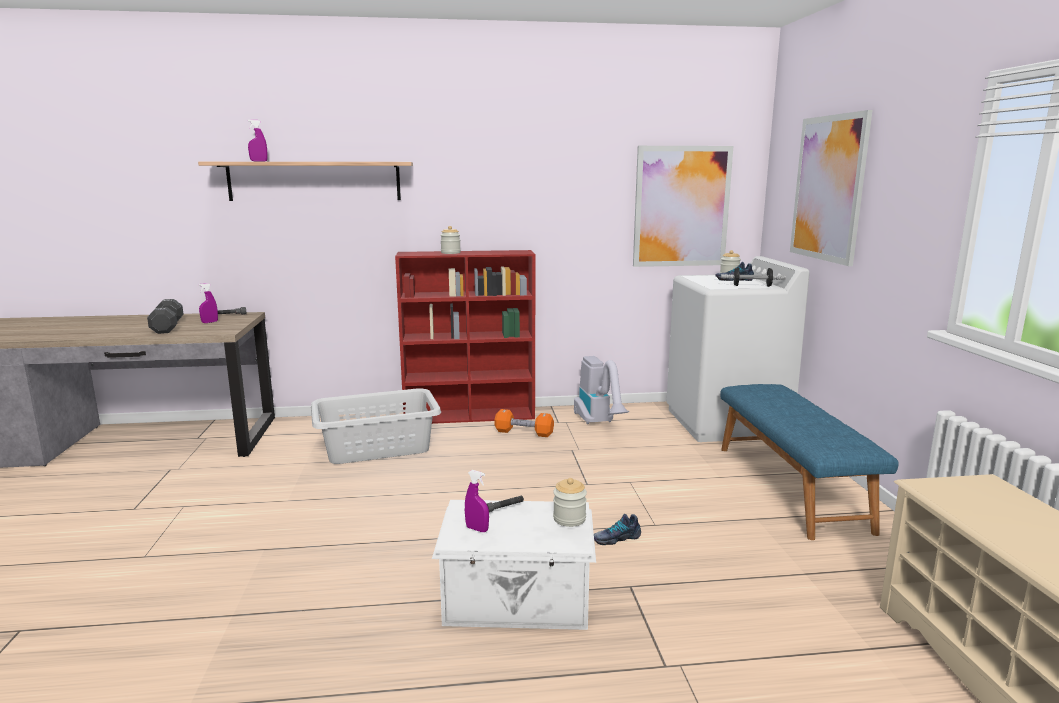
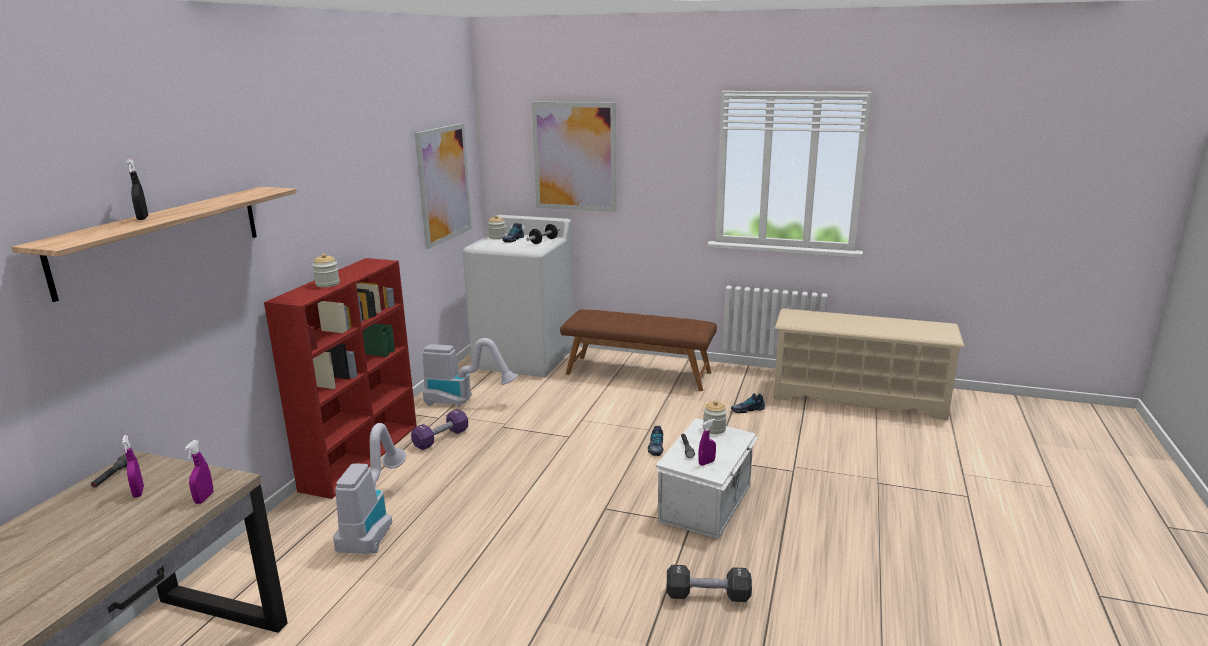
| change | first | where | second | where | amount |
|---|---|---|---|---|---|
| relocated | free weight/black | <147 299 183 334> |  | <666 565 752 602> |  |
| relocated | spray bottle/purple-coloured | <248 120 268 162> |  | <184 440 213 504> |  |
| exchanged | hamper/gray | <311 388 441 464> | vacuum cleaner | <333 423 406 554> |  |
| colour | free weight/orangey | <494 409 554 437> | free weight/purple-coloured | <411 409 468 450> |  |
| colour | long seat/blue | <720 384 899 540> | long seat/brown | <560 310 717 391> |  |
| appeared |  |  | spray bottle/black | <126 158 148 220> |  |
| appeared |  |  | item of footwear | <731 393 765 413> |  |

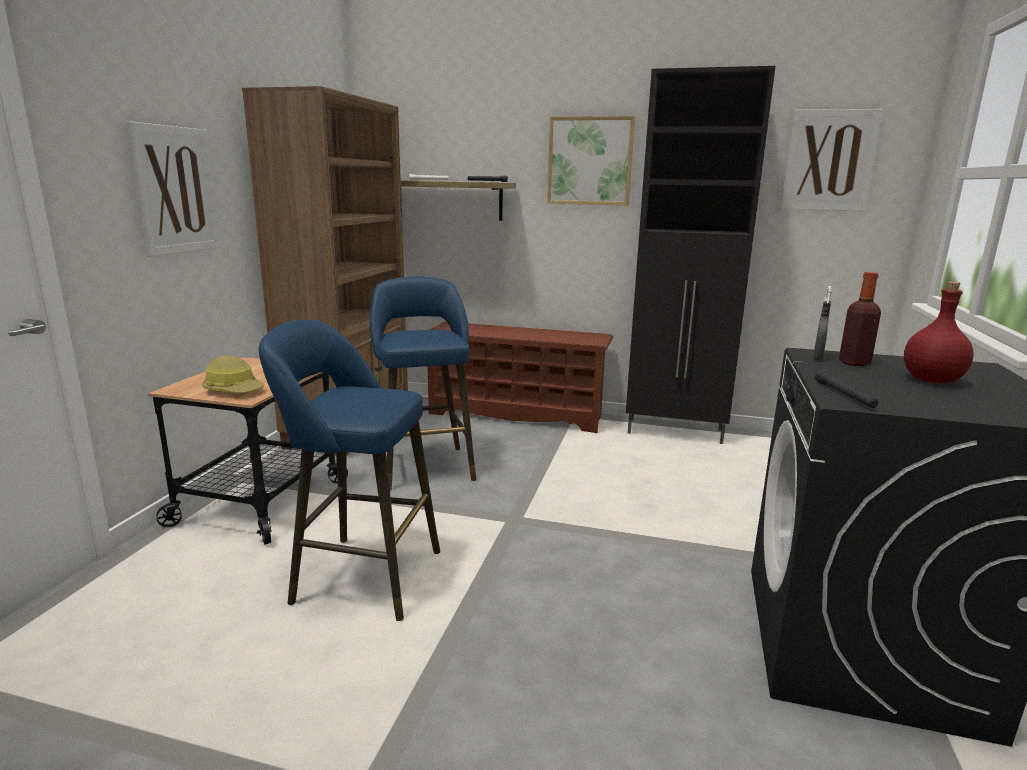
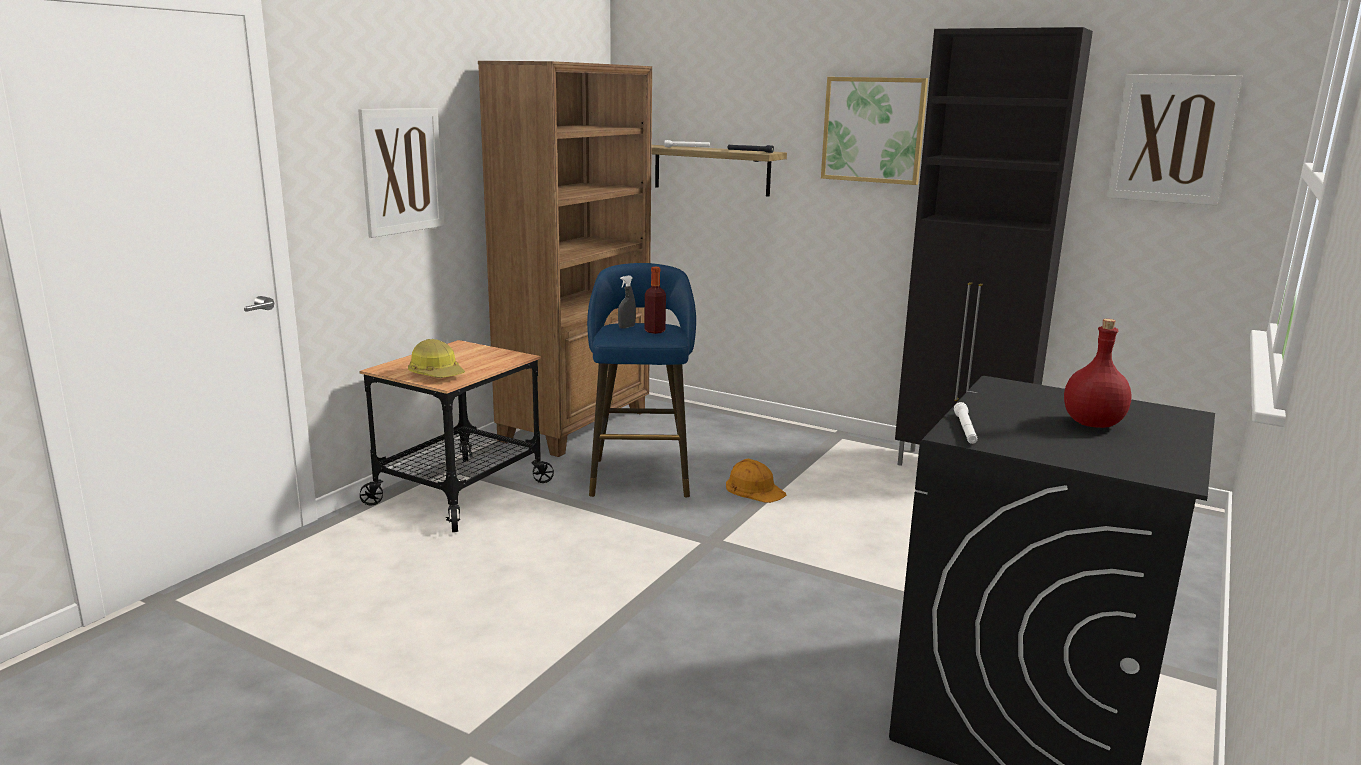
| change | first | where | second | where | amount |
|---|---|---|---|---|---|
| missing | sitting stool/blue | <259 319 440 621> |  |  |  |
| missing | shoe stand/brown | <428 322 613 433> |  |  |  |
| relocated | spray bottle/gray | <813 286 832 360> |  | <618 276 636 329> |  |
| colour | hand torch/black | <815 370 878 408> | hand torch/white-coloured | <954 402 978 444> |  |
| relocated | beverage bottle | <839 272 881 366> |  | <645 267 666 334> |  |
| appeared |  |  | work helmet/orangey | <726 459 786 503> |  |

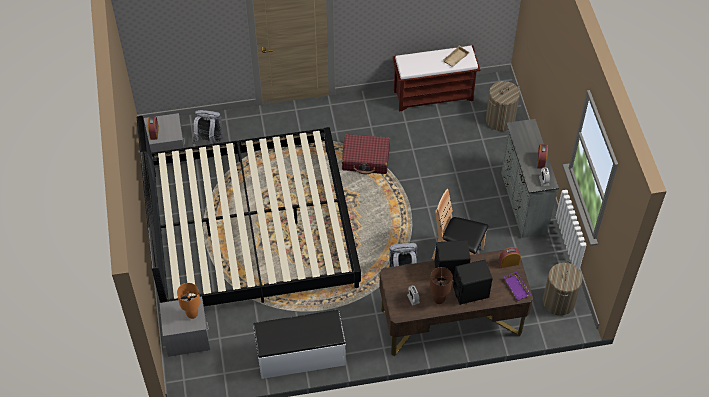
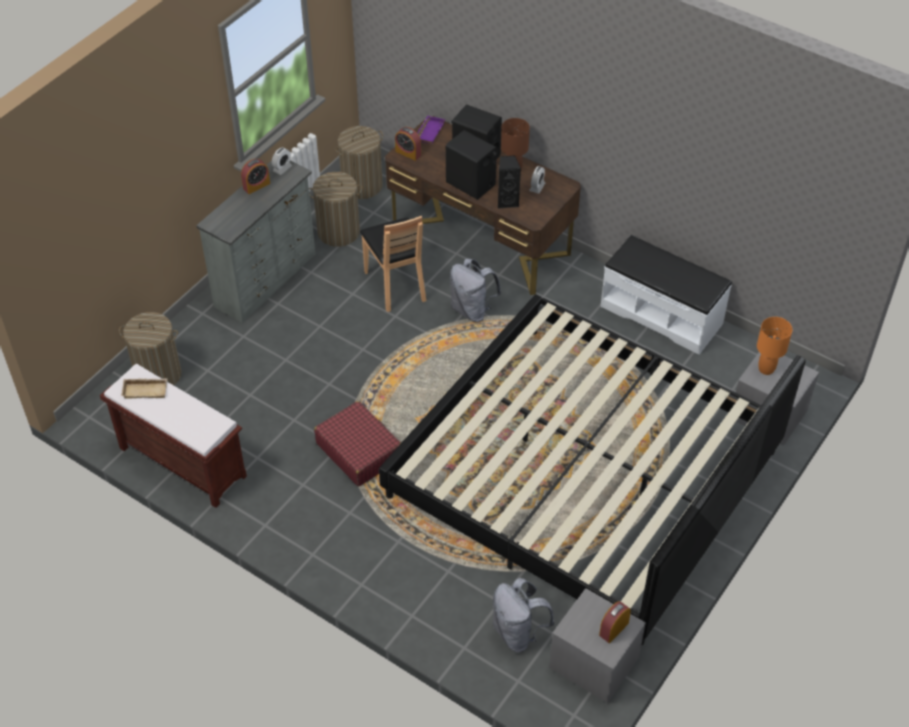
| change | first | where | second | where | amount |
|---|---|---|---|---|---|
| appeared |  |  | hamper | <309 172 362 247> |  |
| appeared |  |  | audio speaker/black | <498 155 521 209> |  |

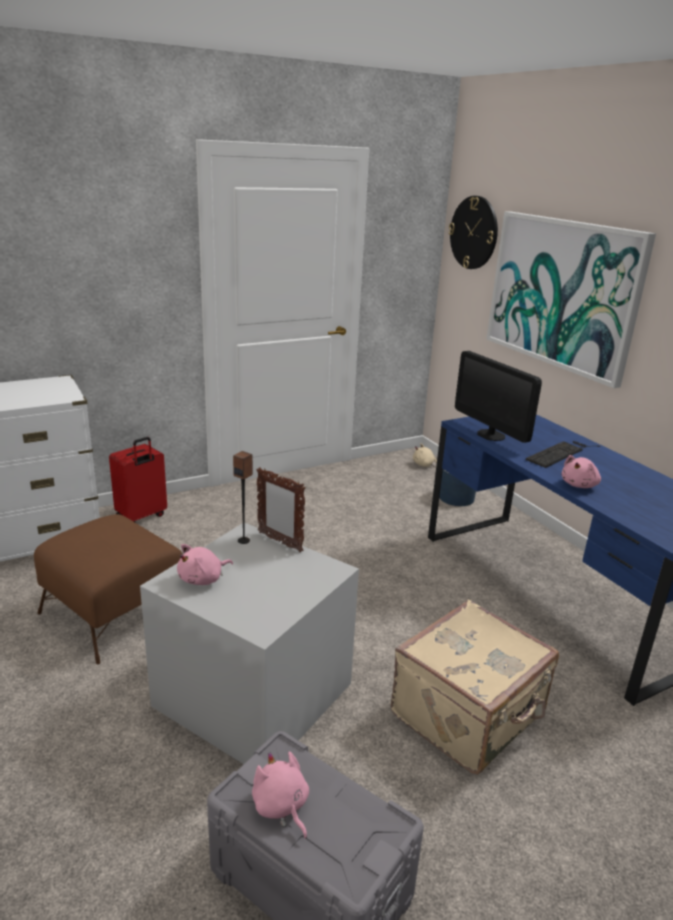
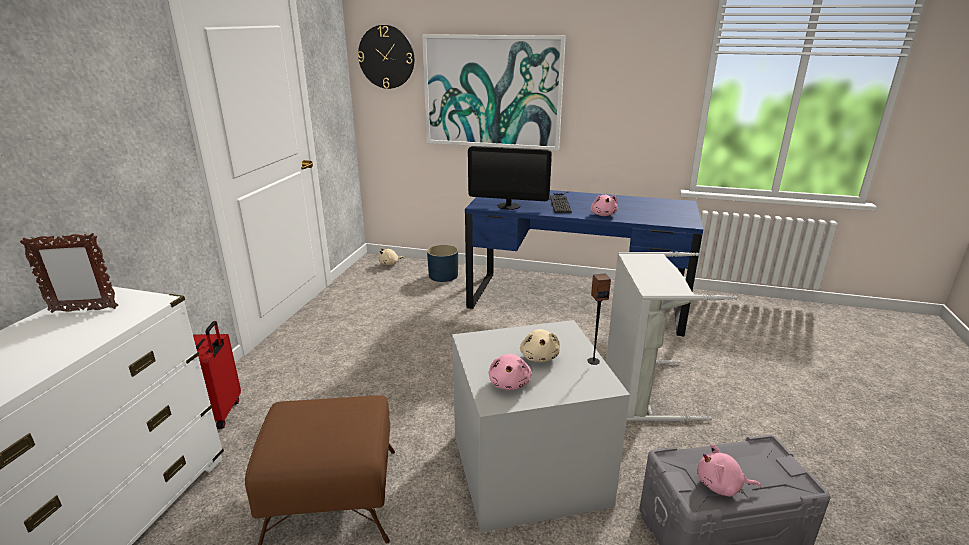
| change | first | where | second | where | amount |
|---|---|---|---|---|---|
| relocated | audio speaker | <233 451 253 544> |  | <587 273 611 365> |  |
| relocated | picture frame | <256 467 306 552> |  | <20 233 118 313> |  |
| exchanged | suitcase/beige | <391 599 559 774> | hamper/gray | <606 252 738 421> |  |
| appeared |  |  | soft toy/beige | <520 329 560 363> |  |

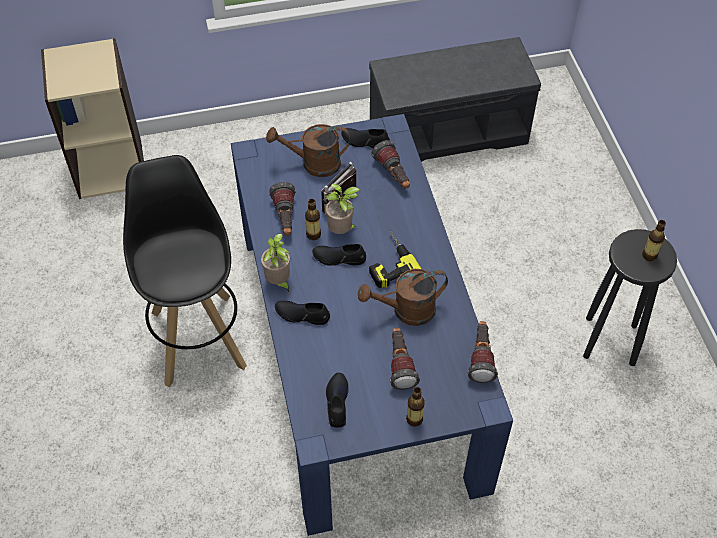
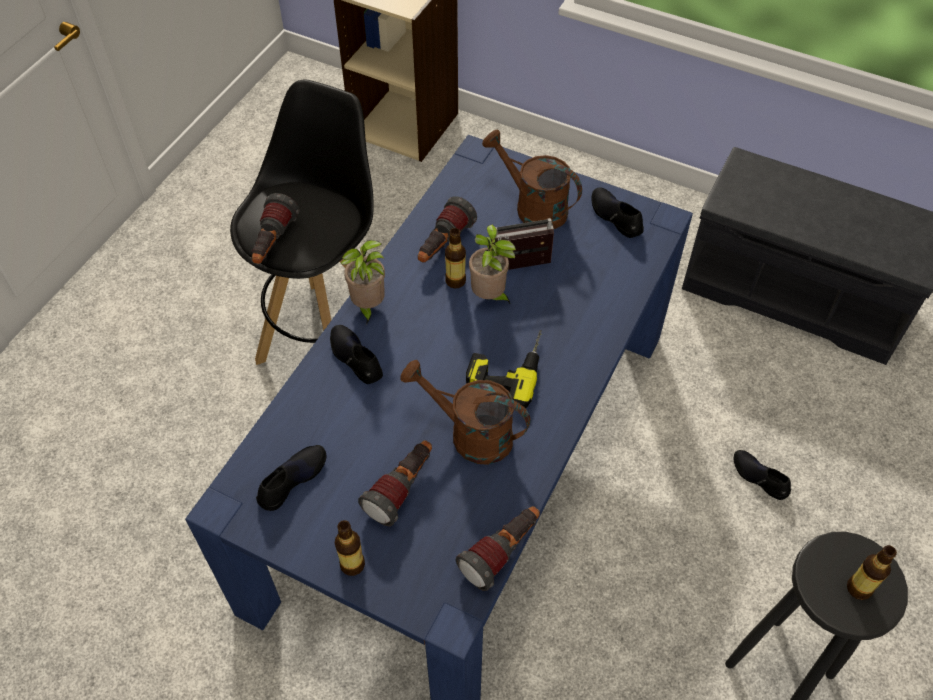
| change | first | where | second | where | amount |
|---|---|---|---|---|---|
| relocated | item of footwear/black | <312 244 366 266> |  | <734 450 791 500> |  |
| relocated | hand torch | <371 140 410 189> |  | <252 193 299 264> |  |

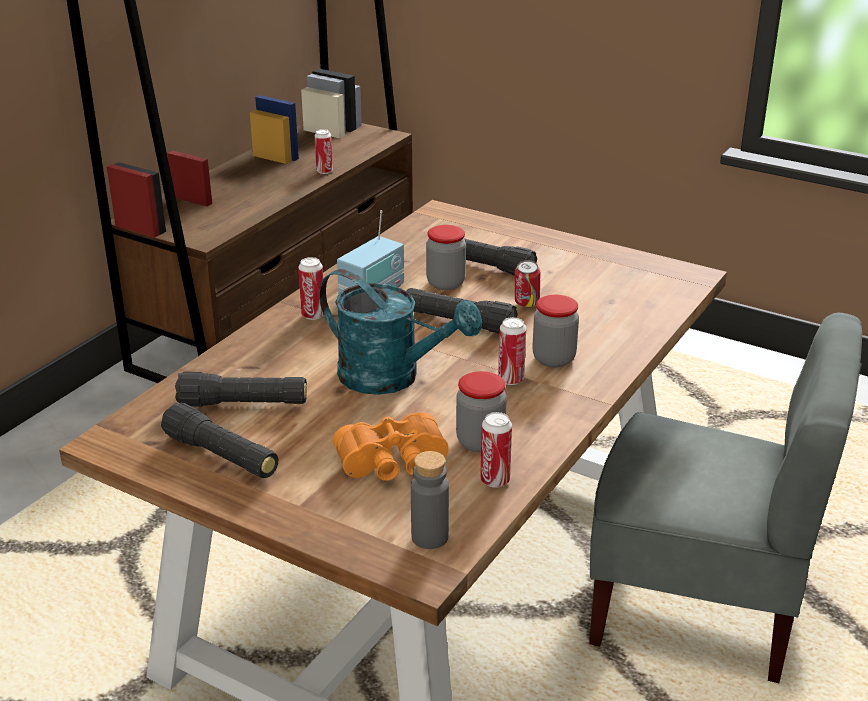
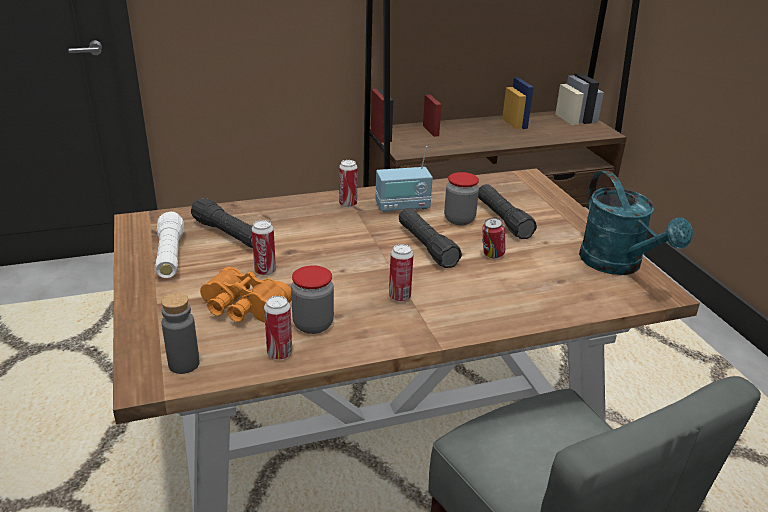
| change | first | where | second | where | amount |
|---|---|---|---|---|---|
| colour | hand torch/black | <161 403 278 478> | hand torch/white-coloured | <155 212 184 278> |  |
| relocated | can | <314 129 333 174> |  | <251 220 276 276> |  |
| relocated | watering can/turquoise-coloured | <319 269 482 395> |  | <579 171 693 275> |  |
| missing | storage jar | <532 295 579 367> |  |  |  |

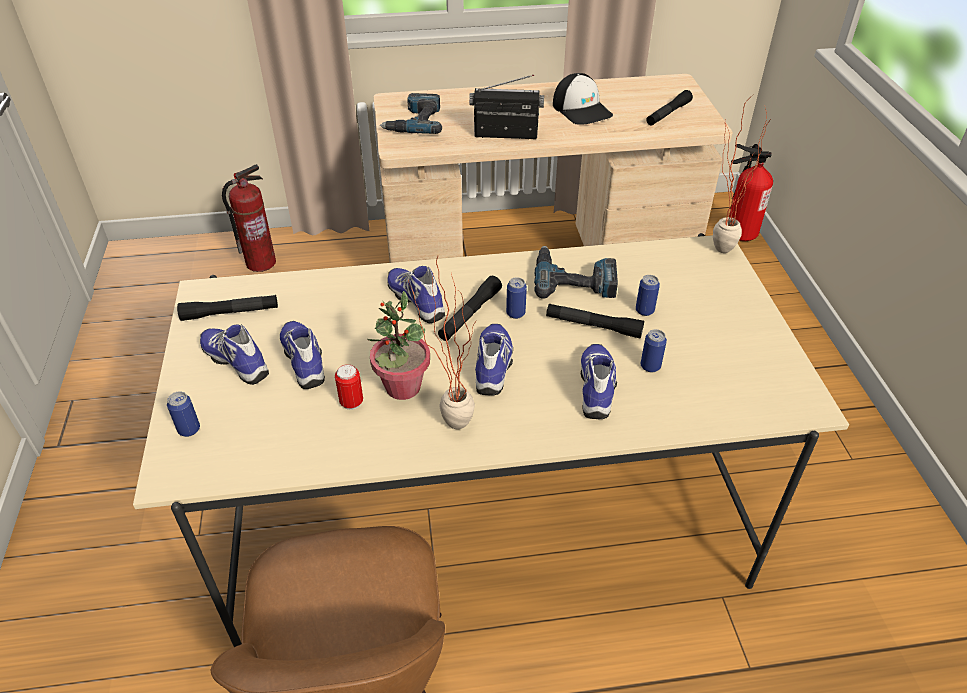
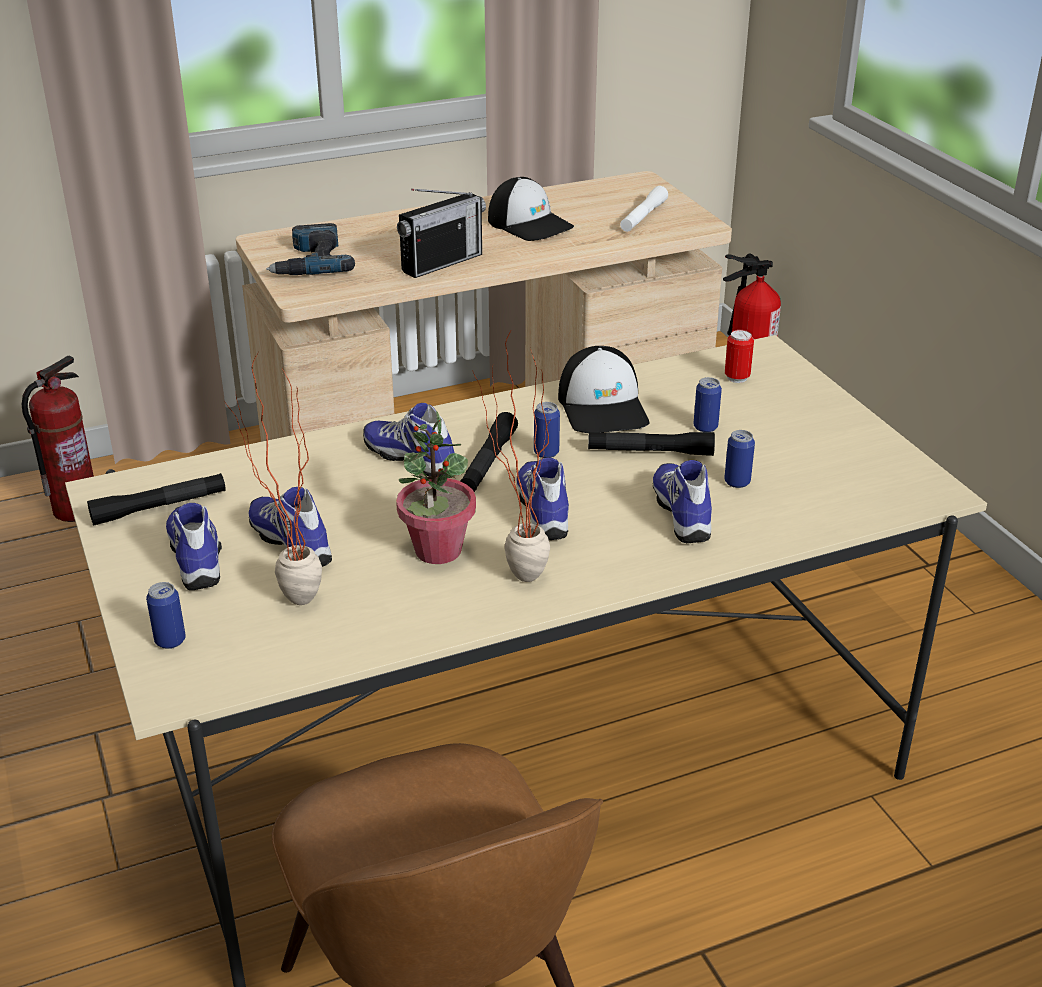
| change | first | where | second | where | amount |
|---|---|---|---|---|---|
| spun | item of footwear | <200 324 269 385> |  | <166 503 222 590> | 45 degrees clockwise |
| relocated | can | <335 364 363 410> |  | <725 330 754 383> |  |
| spun | radio set | <469 75 544 140> |  | <397 189 486 278> | 150 degrees clockwise |
| exchanged | power drill | <534 246 618 299> | peaked cap | <558 346 650 433> |  |
| colour | hand torch/black | <646 90 693 126> | hand torch/white-coloured | <620 186 668 232> |  |
| relocated | houseplant | <713 95 769 253> |  | <224 352 322 605> |  |

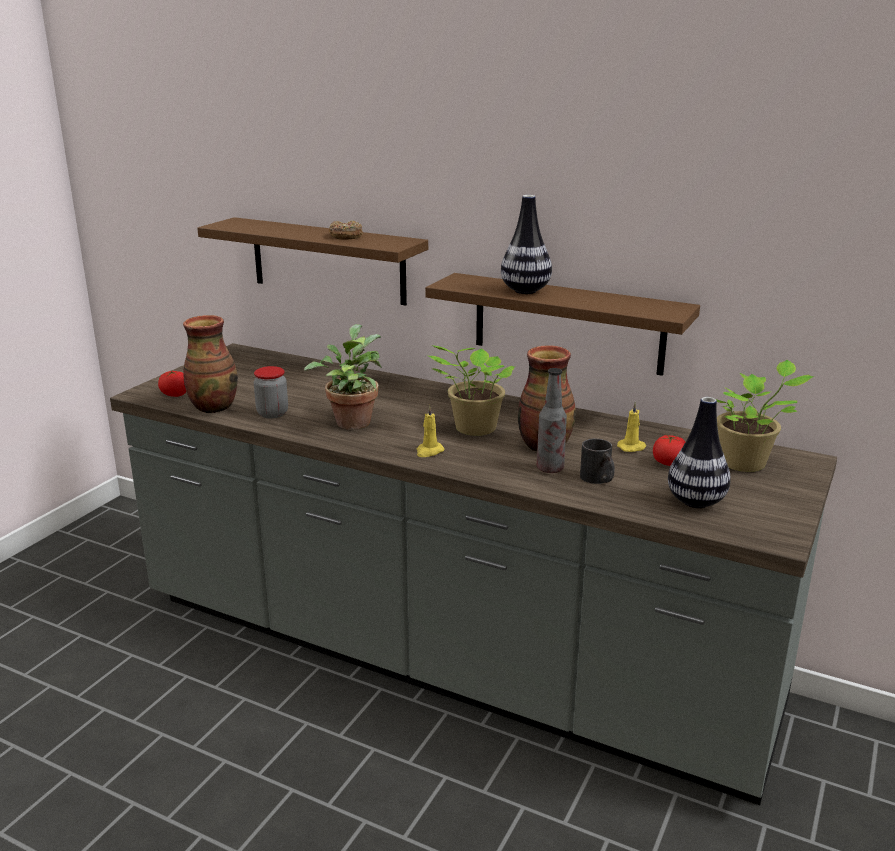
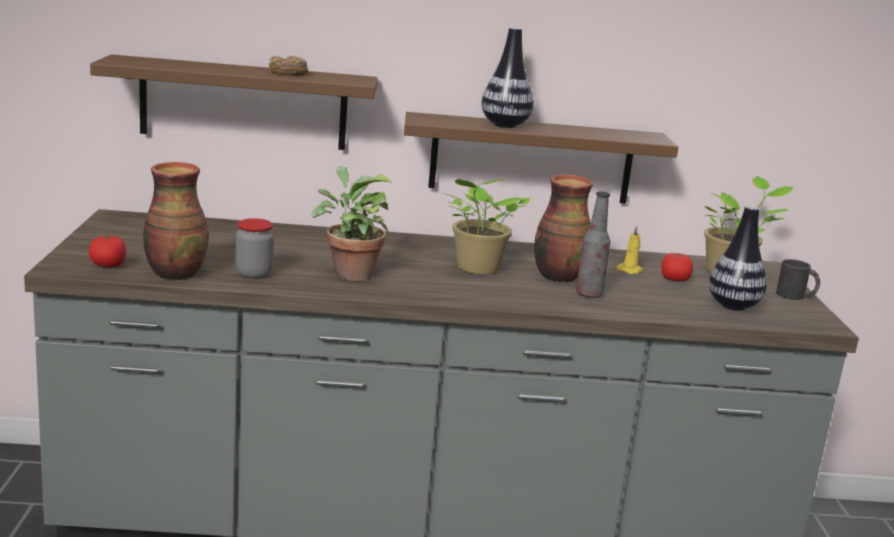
| change | first | where | second | where | amount |
|---|---|---|---|---|---|
| missing | candle/yellow | <417 405 444 457> |  |  |  |
| relocated | tea mug/black | <580 439 615 484> |  | <776 259 820 300> |  |

